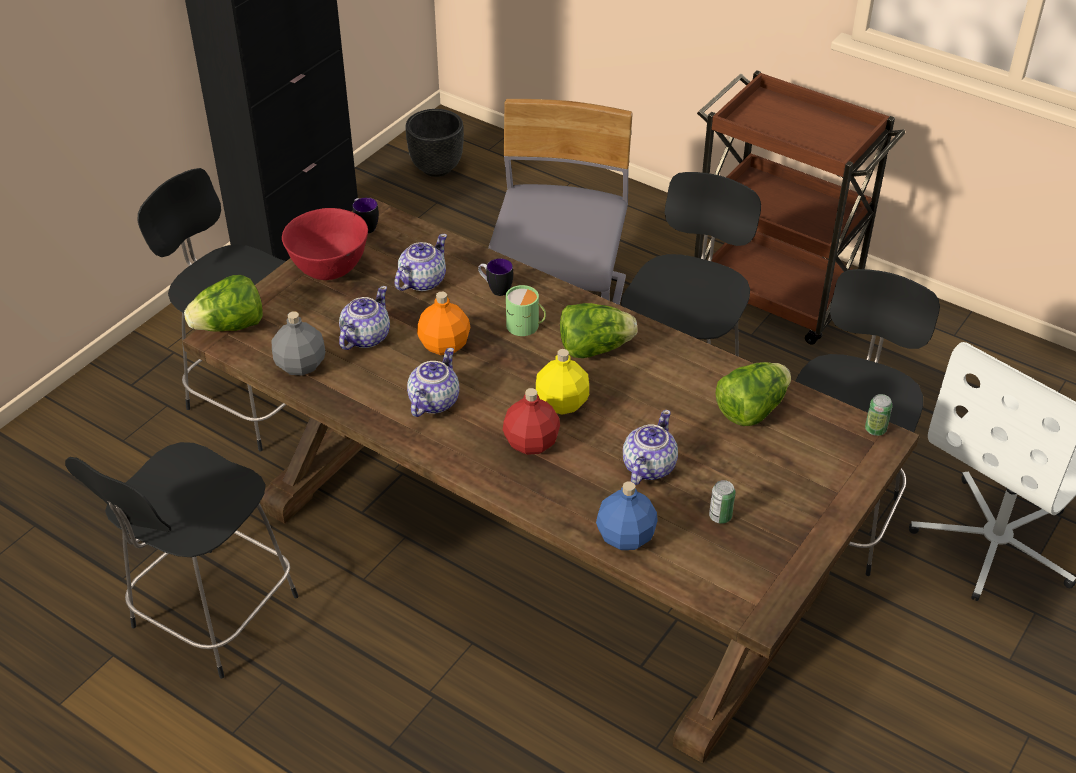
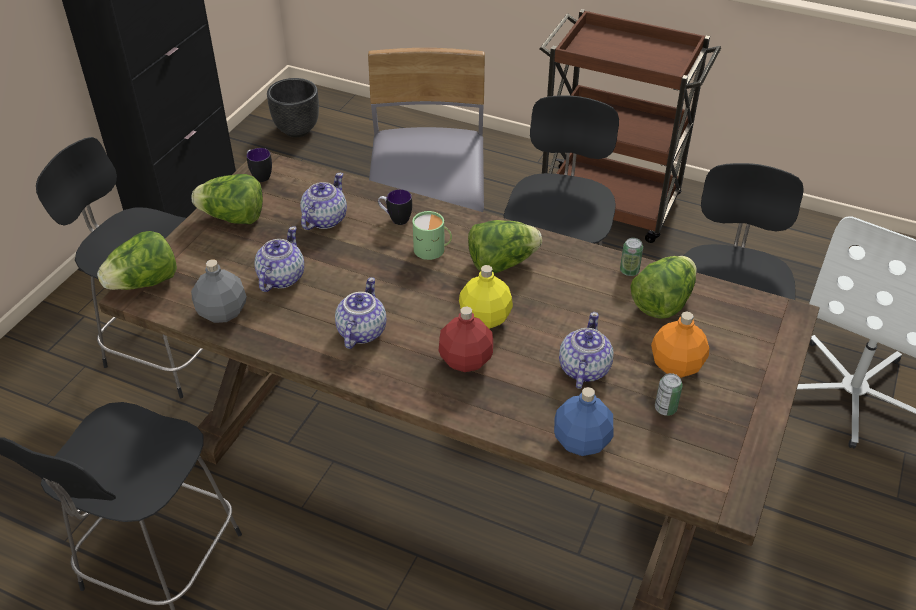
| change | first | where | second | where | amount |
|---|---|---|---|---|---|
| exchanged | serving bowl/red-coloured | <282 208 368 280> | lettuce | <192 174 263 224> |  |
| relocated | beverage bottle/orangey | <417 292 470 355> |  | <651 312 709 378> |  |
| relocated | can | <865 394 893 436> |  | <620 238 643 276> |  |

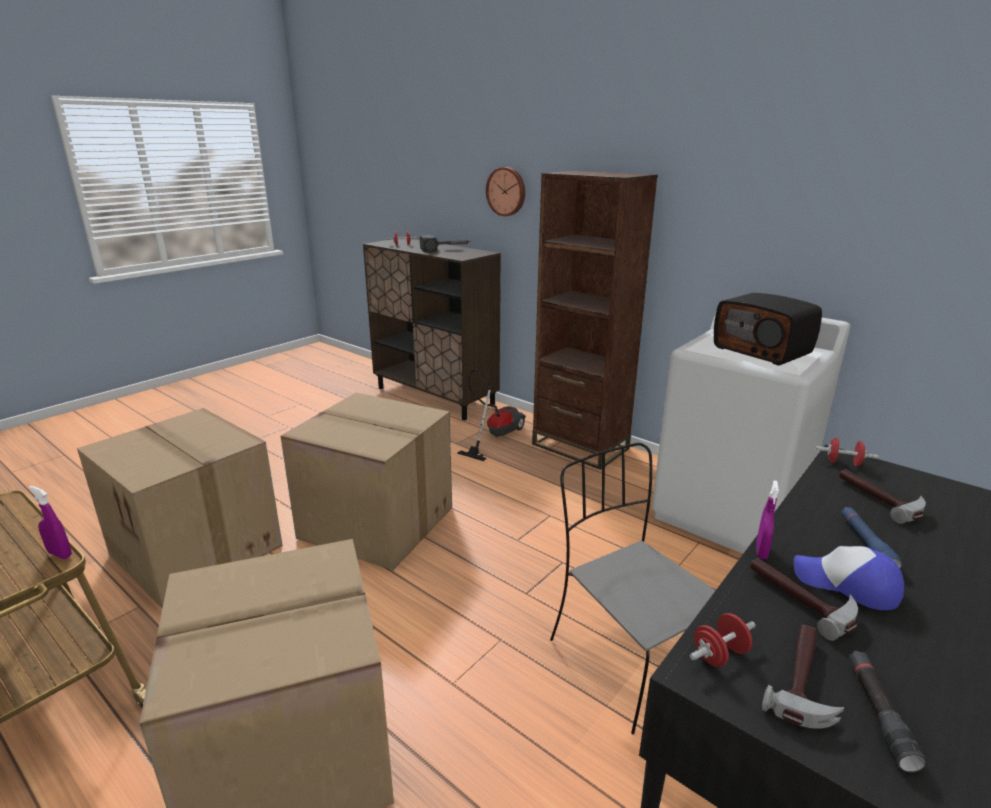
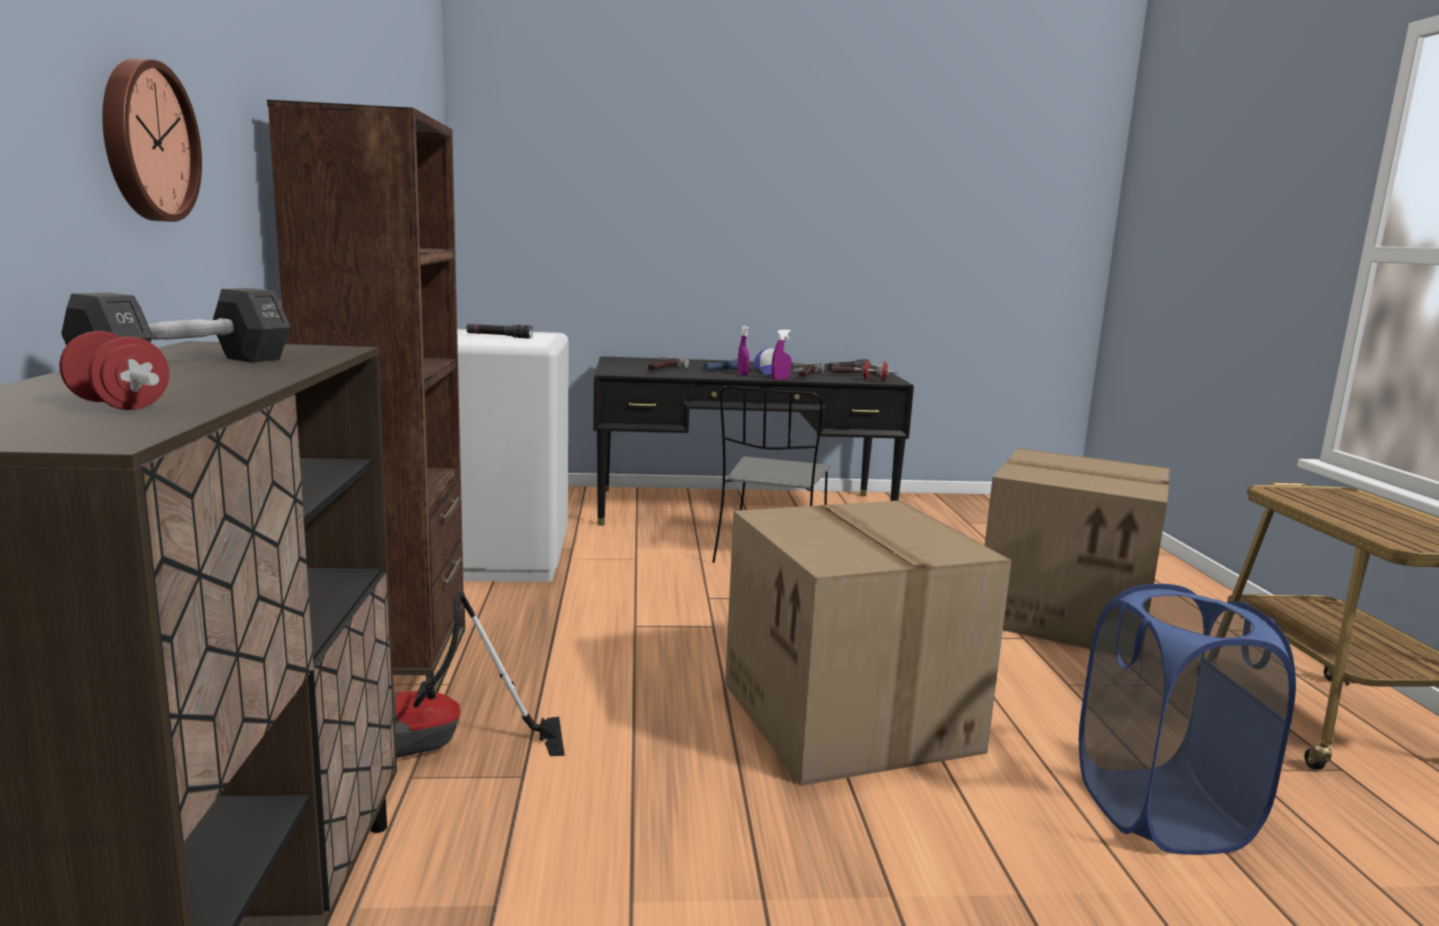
| change | first | where | second | where | amount |
|---|---|---|---|---|---|
| relocated | spray bottle/purple-coloured | <29 486 72 559> |  | <737 325 749 375> |  |
| exchanged | cardboard box | <77 408 283 608> | hamper/blue | <1079 584 1296 855> |  |
| exchanged | hand hammer | <420 235 471 252> | free weight/black | <61 288 291 363> |  |
| exchanged | radio set | <714 293 822 365> | hand torch/black | <466 324 533 339> |  |
| missing | free weight/red-coloured | <816 438 879 467> |  |  |  |

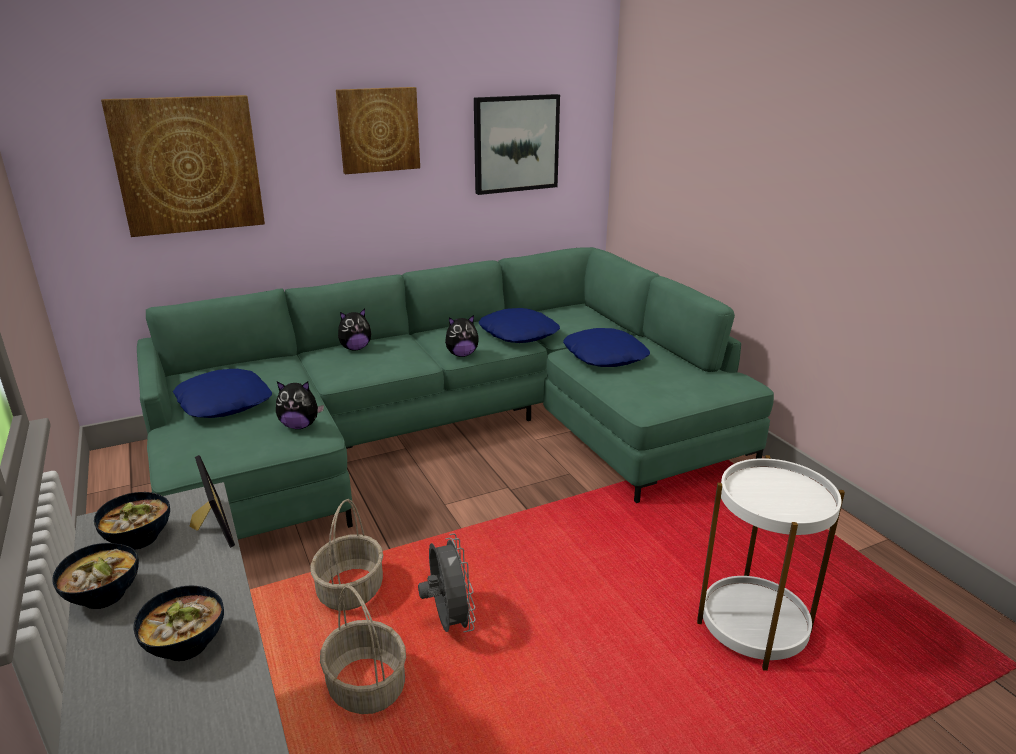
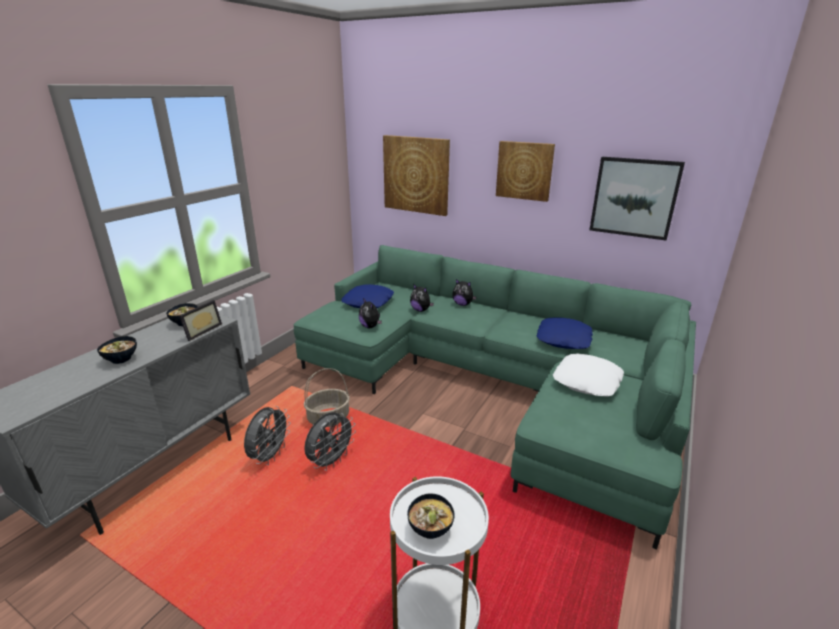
| change | first | where | second | where | amount |
|---|---|---|---|---|---|
| relocated | serving bowl | <52 543 139 609> |  | <407 494 455 539> |  |
| exchanged | basket | <320 585 406 714> | electric fan/gray | <244 406 291 465> |  |
| relocated | soft toy | <445 315 479 357> |  | <410 284 434 312> |  |
| colour | throw pillow/blue | <563 328 650 367> | throw pillow/white-coloured | <553 354 624 397> |  |

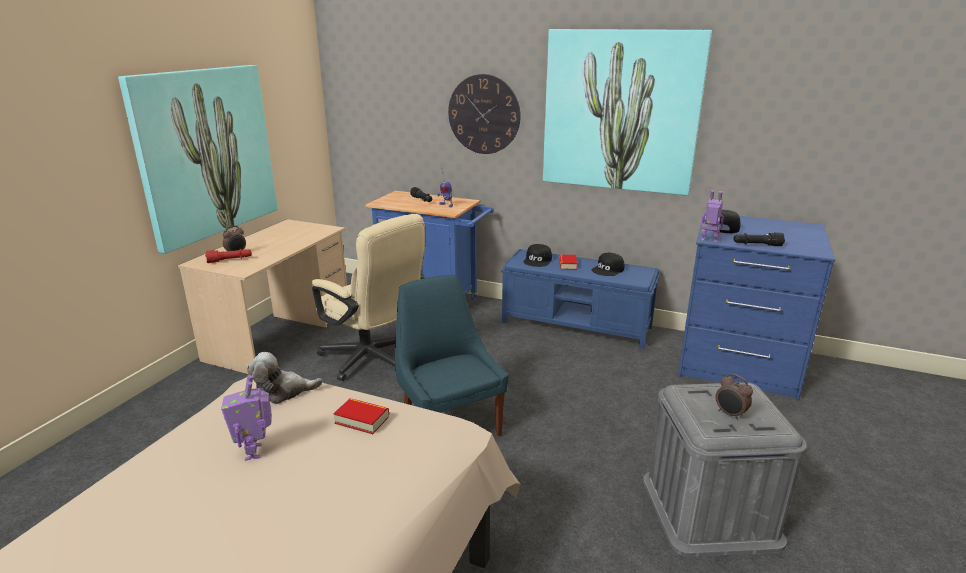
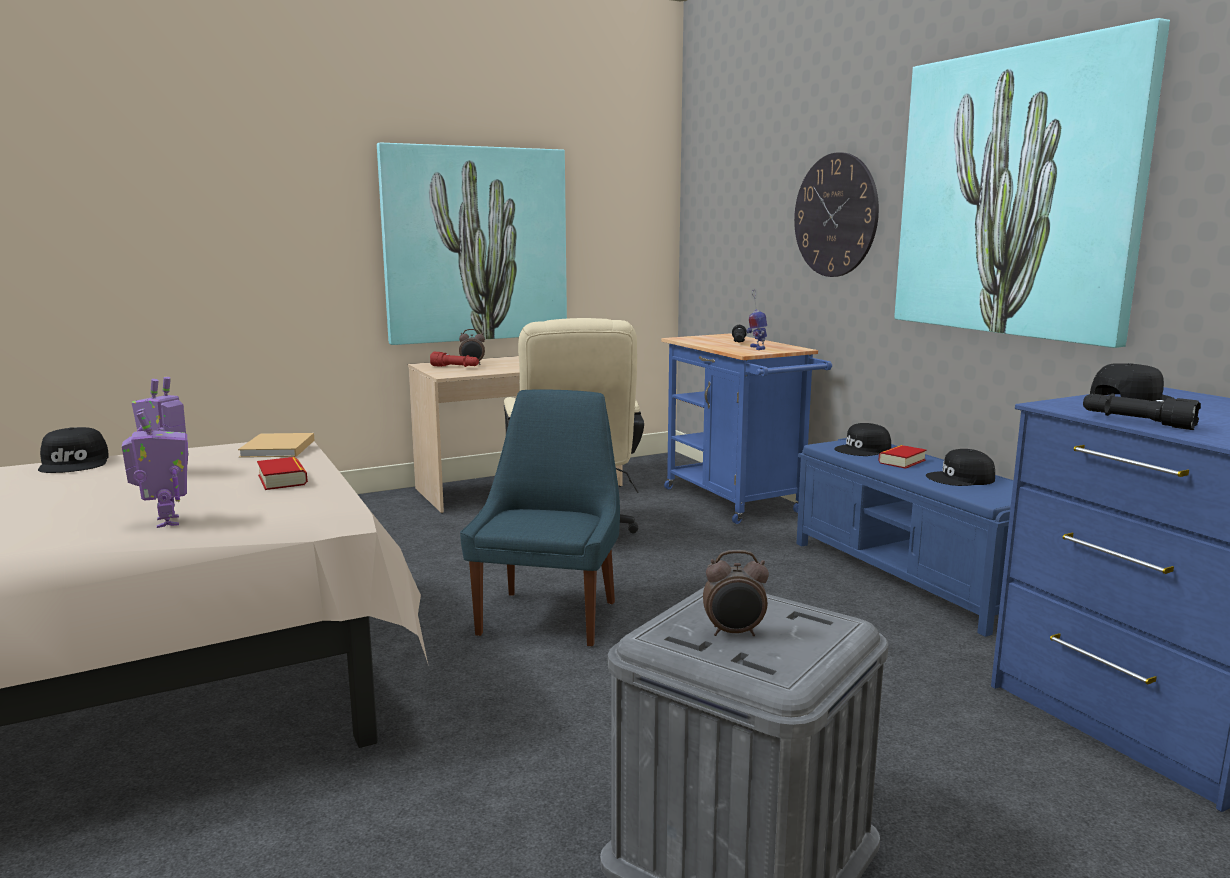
| change | first | where | second | where | amount |
|---|---|---|---|---|---|
| exchanged | soft toy | <247 352 323 404> | bound book/beige | <238 433 315 458> |  |
| relocated | robot figure | <701 190 724 243> |  | <122 409 189 528> |  |
| spun | table clock | <716 374 753 420> |  | <703 550 769 636> | 90 degrees counterclockwise |
| appeared |  |  | peaked cap/black | <38 427 109 473> |  |

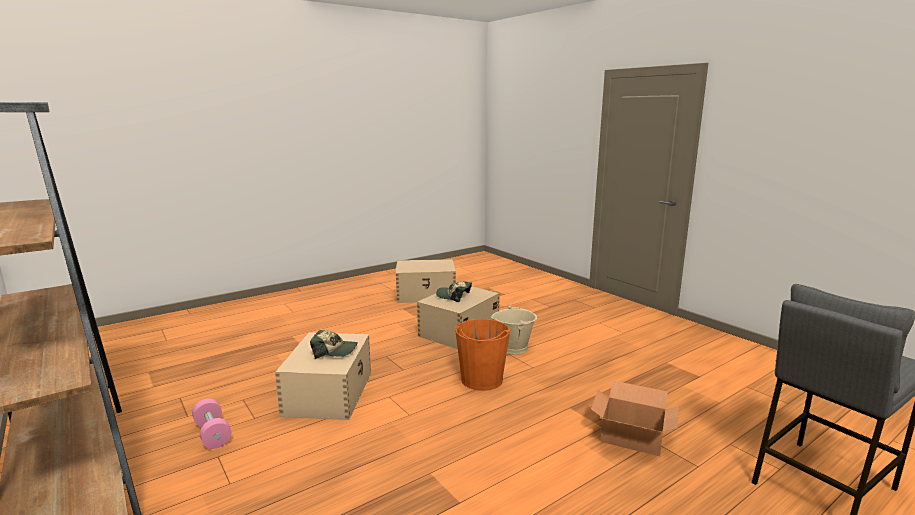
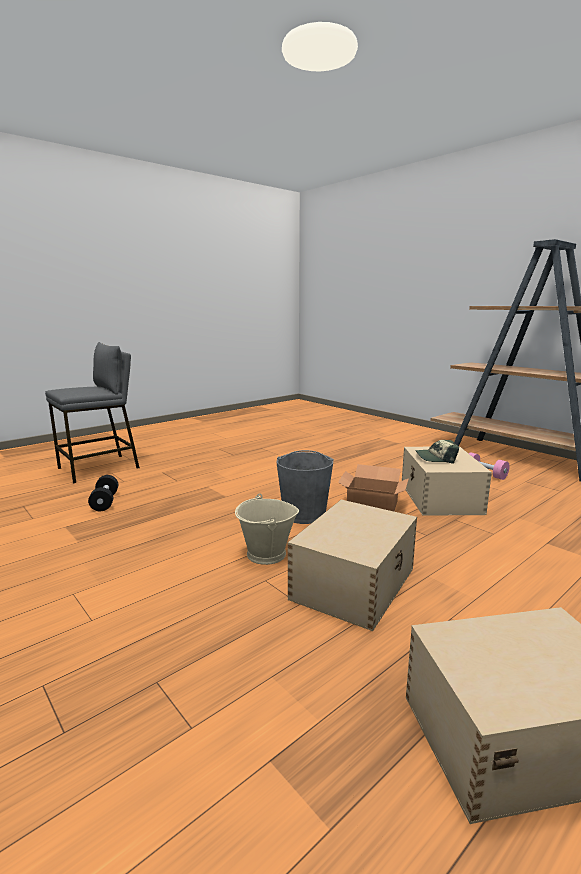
| change | first | where | second | where | amount |
|---|---|---|---|---|---|
| missing | peaked cap | <436 281 472 302> |  |  |  |
| colour | pail/orangey | <455 319 510 391> | pail/gray | <276 450 334 524> |  |
| relocated | cardboard box | <591 381 679 456> |  | <338 464 409 511> |  |
| appeared |  |  | free weight/black | <88 475 118 511> |  |

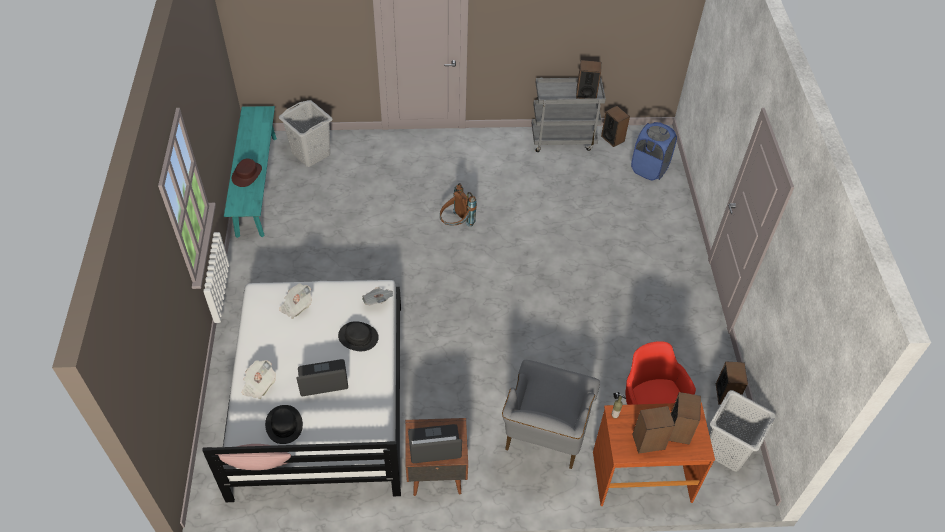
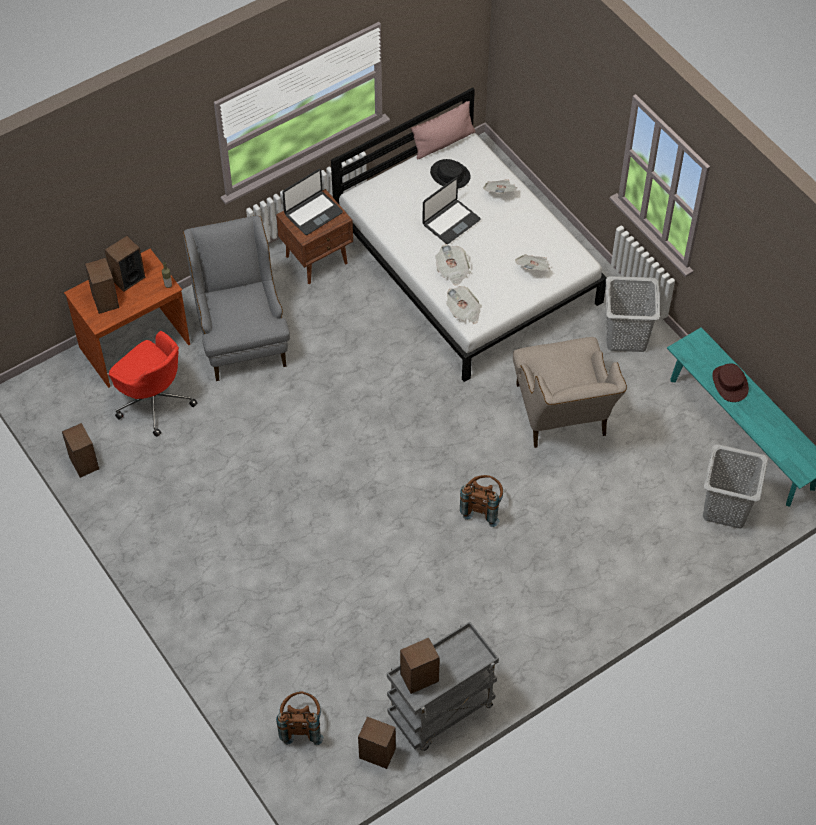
| change | first | where | second | where | amount |
|---|---|---|---|---|---|
| exchanged | clothing hat/black | <338 321 379 351> | daily paper | <435 244 471 286> |  |
| exchanged | hamper/blue | <631 122 677 180> | knapsack/brown | <276 691 324 745> |  |
| relocated | hamper/gray | <710 390 776 472> |  | <606 276 660 352> |  |
| appeared |  |  | armchair/beige | <513 337 627 448> |  |

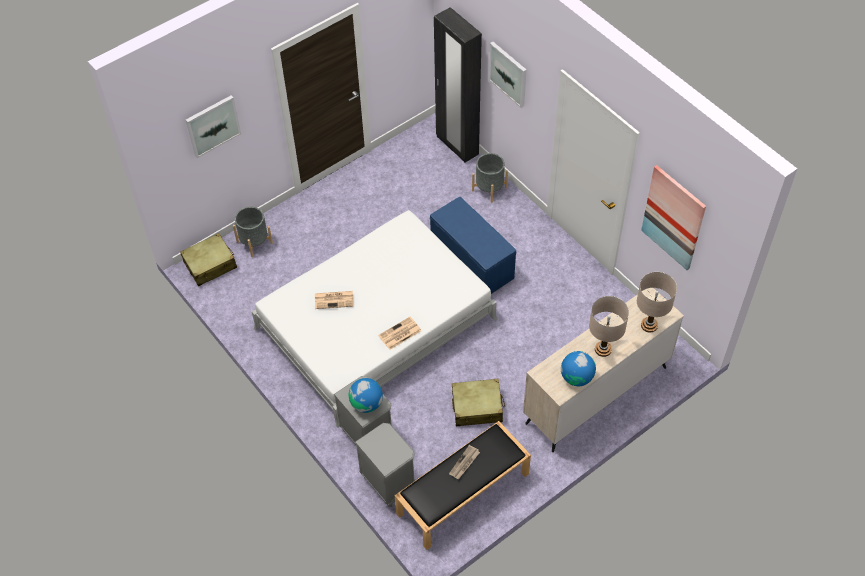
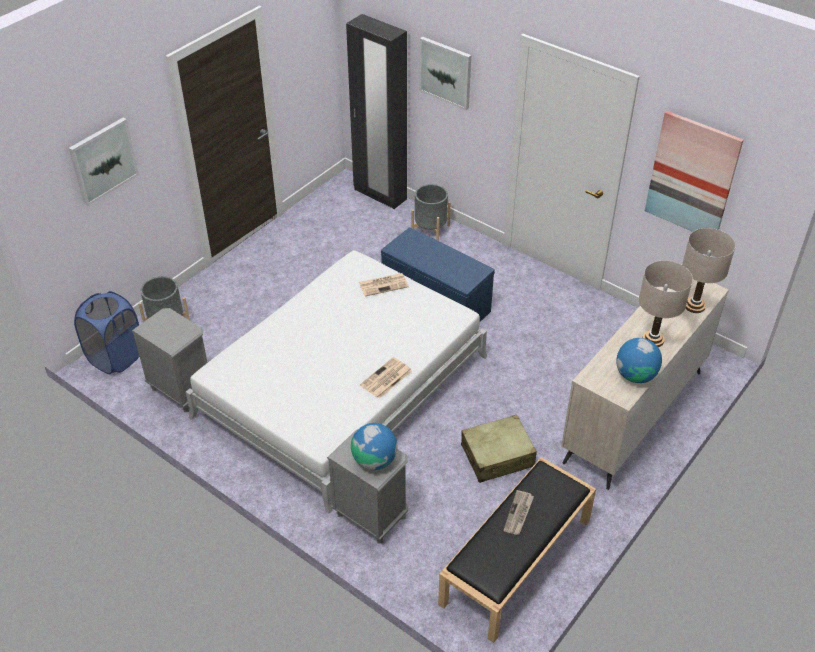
| change | first | where | second | where | amount |
|---|---|---|---|---|---|
| exchanged | suitcase/beige | <180 233 237 286> | hamper/blue | <74 291 140 374> |  |
| relocated | daily paper | <315 291 353 309> |  | <359 273 409 297> |  |
| relocated | nightstand/gray | <355 423 416 507> |  | <132 308 208 412> |  |

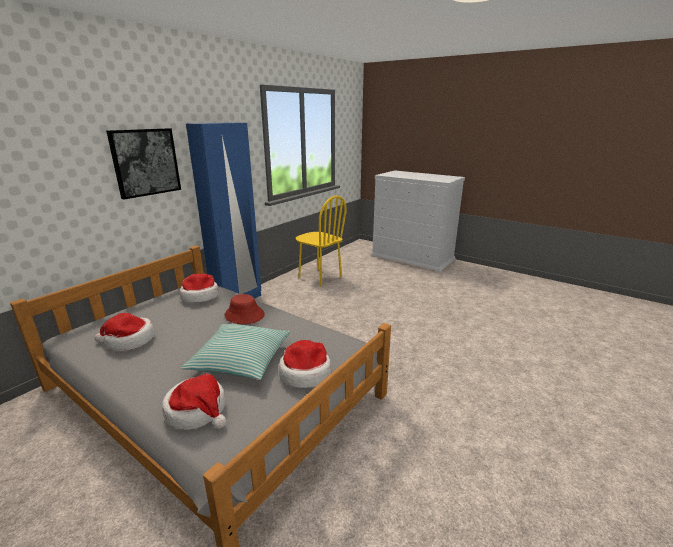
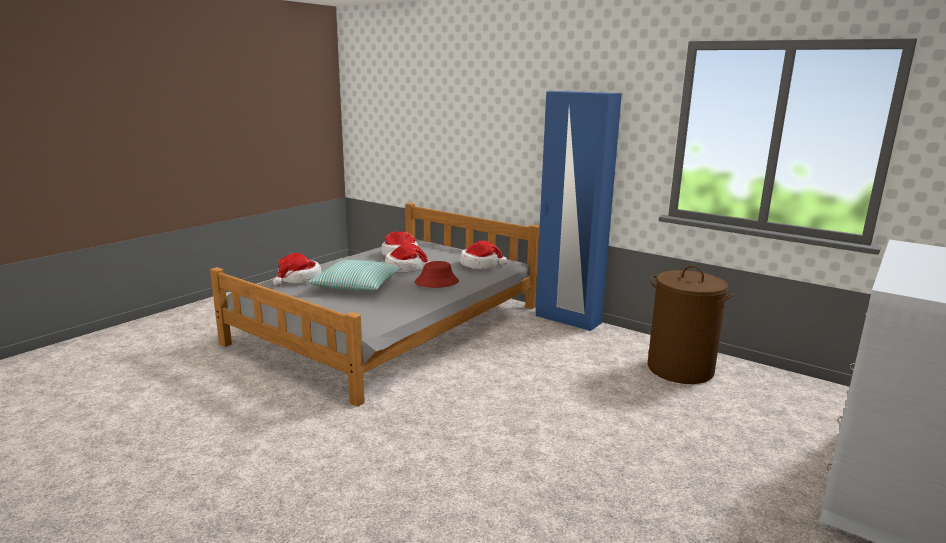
| change | first | where | second | where | amount |
|---|---|---|---|---|---|
| missing | wall picture | <106 128 181 200> |  |  |  |
| relocated | clothing hat | <279 340 331 388> |  | <384 243 432 272> |  |
| exchanged | chair/yellow | <296 196 347 287> | hamper/brown | <647 265 734 384> |  |

